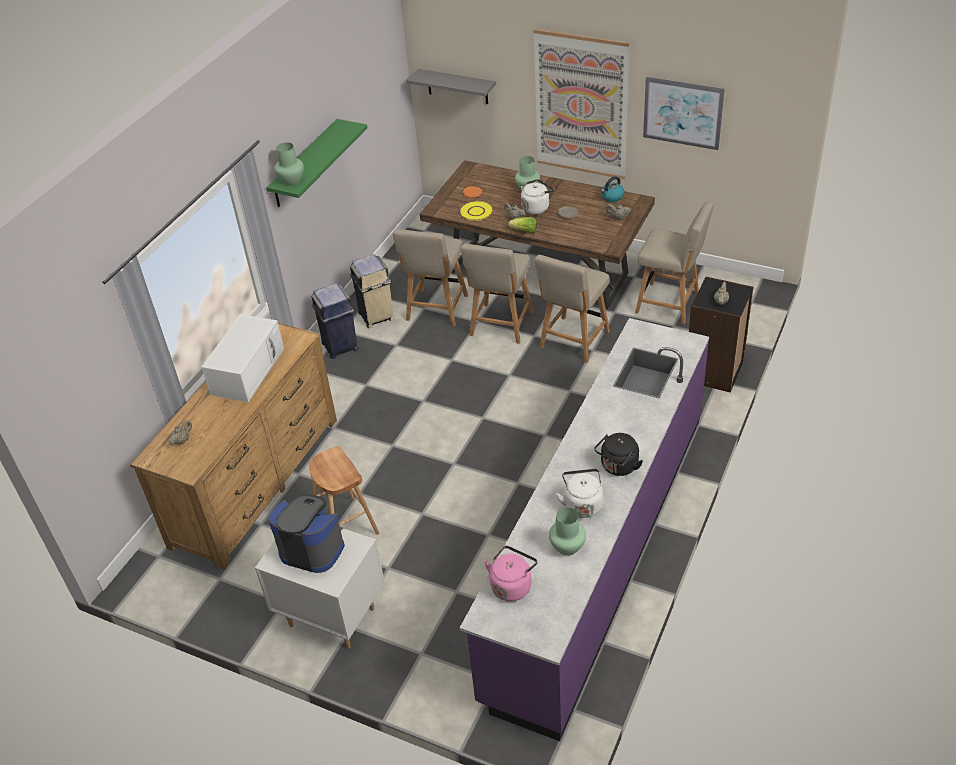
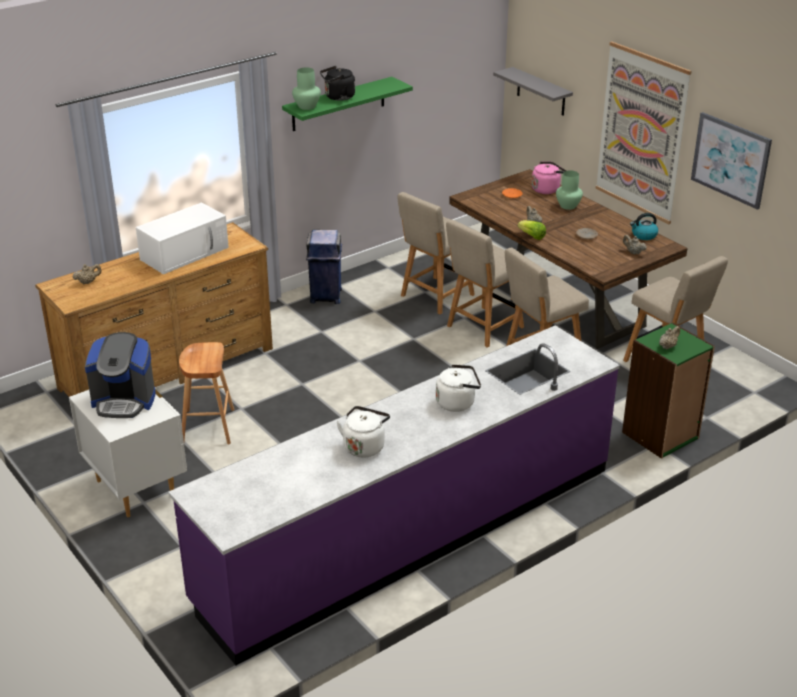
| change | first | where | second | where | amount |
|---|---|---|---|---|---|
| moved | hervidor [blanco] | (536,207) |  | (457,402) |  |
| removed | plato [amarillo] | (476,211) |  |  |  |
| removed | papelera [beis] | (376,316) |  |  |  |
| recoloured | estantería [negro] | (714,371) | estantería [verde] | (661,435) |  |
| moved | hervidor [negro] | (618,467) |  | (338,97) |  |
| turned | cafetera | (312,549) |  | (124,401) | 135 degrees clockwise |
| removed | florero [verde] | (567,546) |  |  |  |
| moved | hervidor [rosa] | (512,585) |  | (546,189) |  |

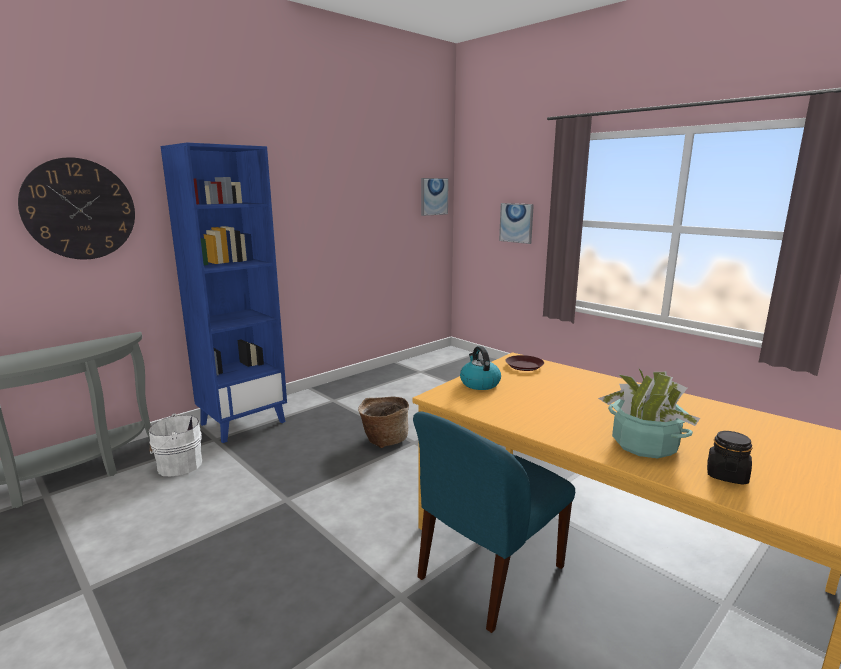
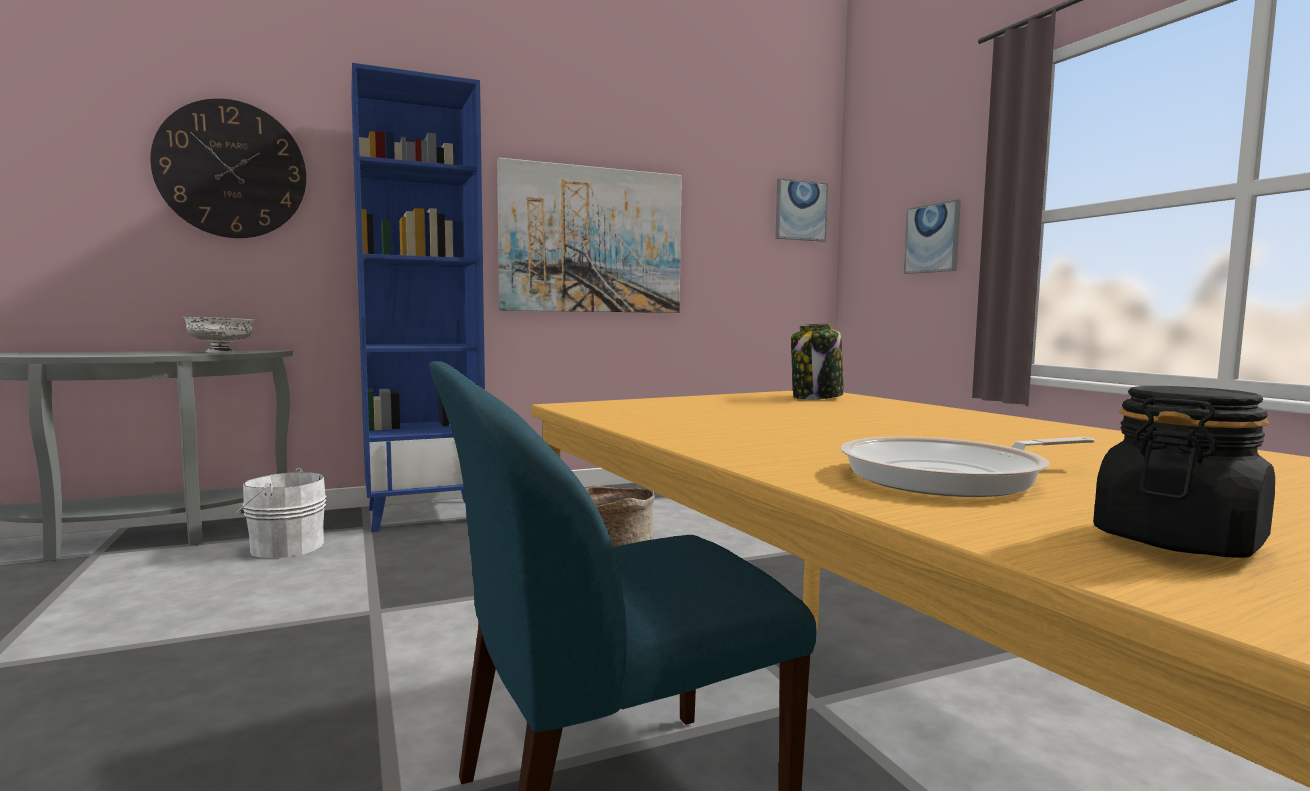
| change | first | where | second | where | amount |
|---|---|---|---|---|---|
| removed | hervidor | (479,383) |  |  |  |
| replaced | plato [marrón] | (524,366) | tarro | (817,397) |  |
| replaced | planta en maceta | (645,445) | sartén | (951,477) |  |
| added |  |  | cuadro | (592,240) |  |
| added |  |  | cuenco [blanco] | (221,352) |  |

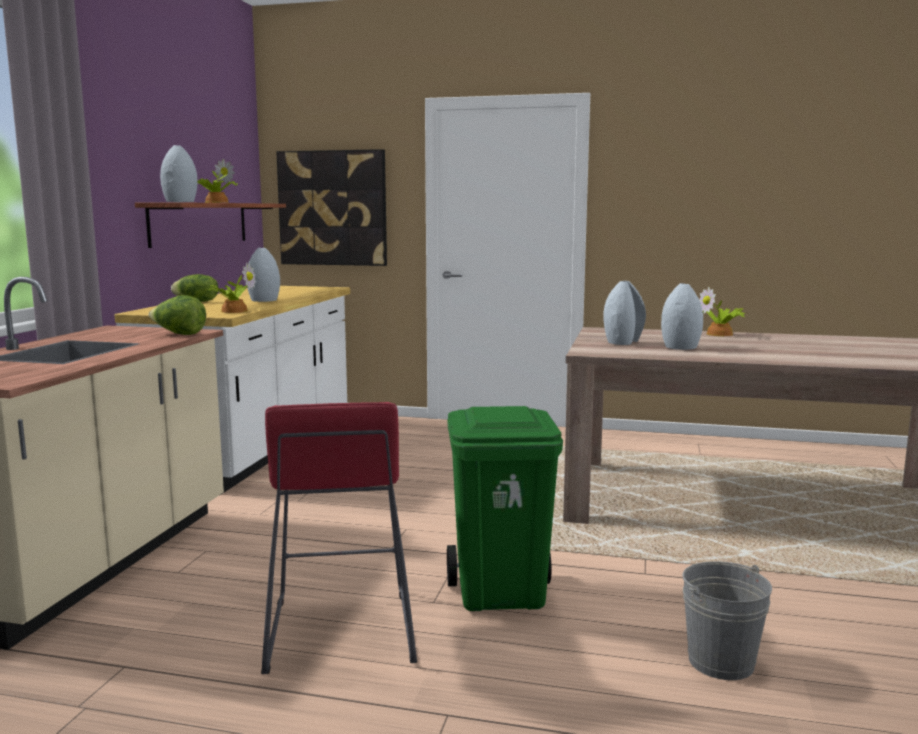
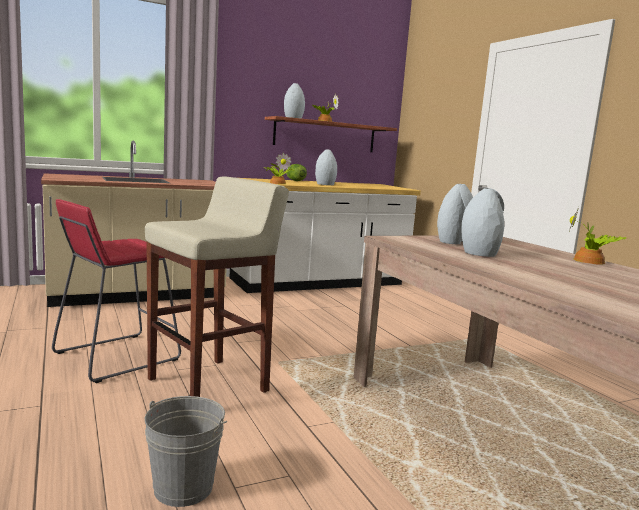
| change | first | where | second | where | amount |
|---|---|---|---|---|---|
| removed | cuadro | (333,208) |  |  |  |
| removed | lechuga | (179,334) |  |  |  |
| replaced | papelera [verde] | (501,594) | taburete [beis] | (210,385) |  |

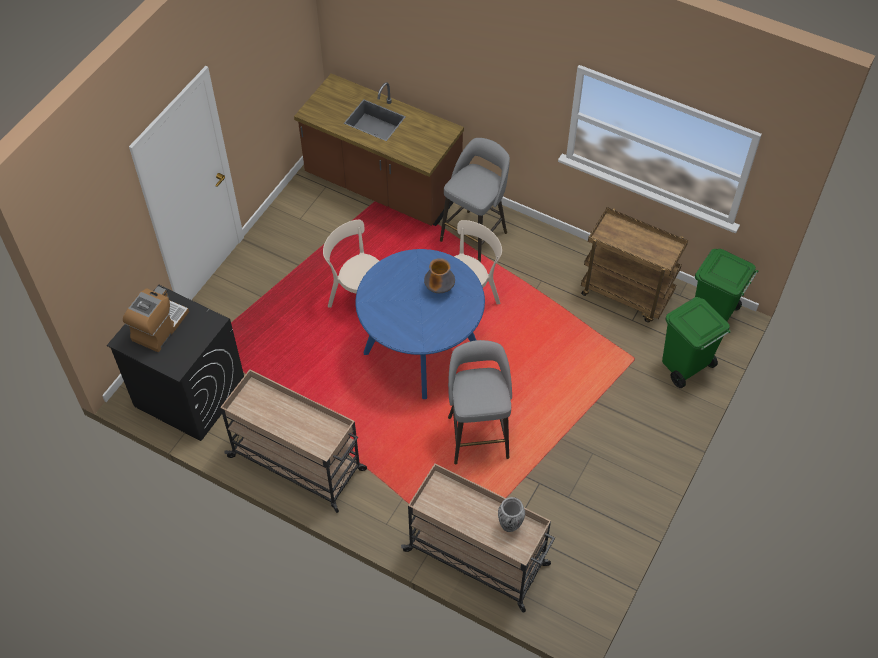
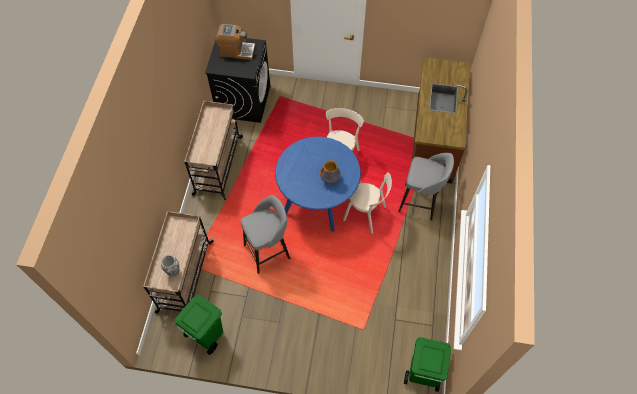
| change | first | where | second | where | amount |
|---|---|---|---|---|---|
| removed | carrito [marrón] | (627,294) |  |  |  |
| moved | papelera [verde] | (684,366) |  | (206,335) |  |

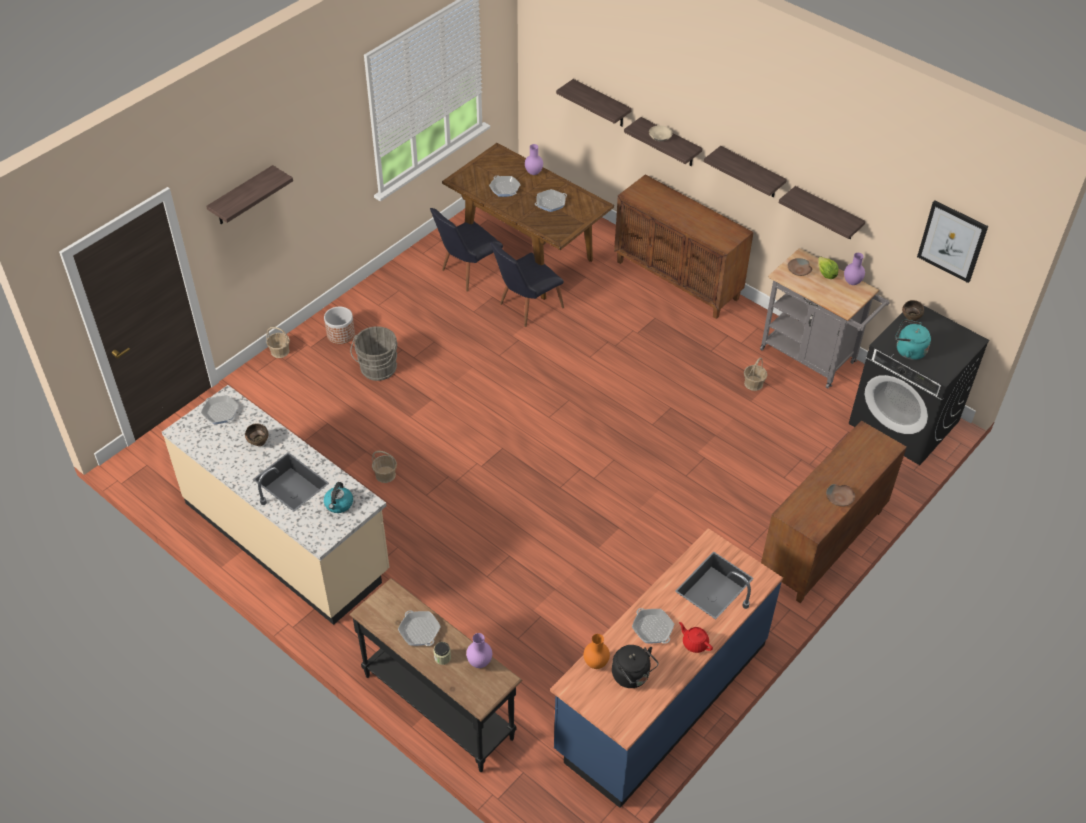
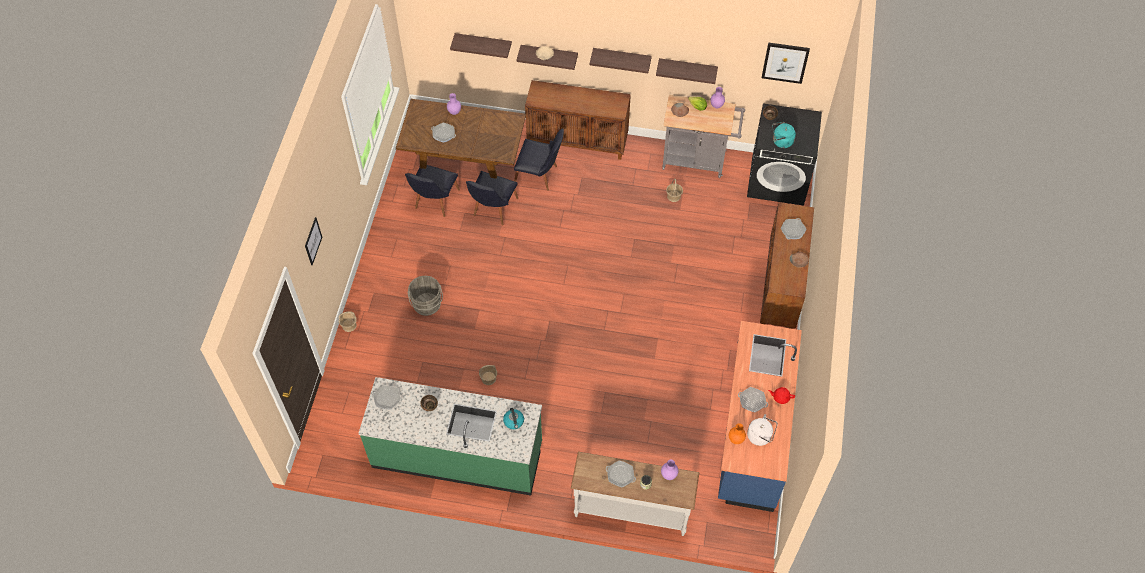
| change | first | where | second | where | amount |
|---|---|---|---|---|---|
| replaced | estante | (242,196) | cuadro | (313,241) |  |
| moved | sartén | (550,203) |  | (792,230) |  |
| removed | maceta | (340,334) |  |  |  |
| recoloured | mueble bajo de cocina [beis] | (287,537) | mueble bajo de cocina [verde] | (457,454) |  |
| recoloured | mesa consola [negro] | (439,705) | mesa consola [blanco] | (631,509) |  |
| recoloured | hervidor [negro] | (632,676) | hervidor [blanco] | (760,436) |  |
| added |  |  | silla [negro] | (540,176) |  |

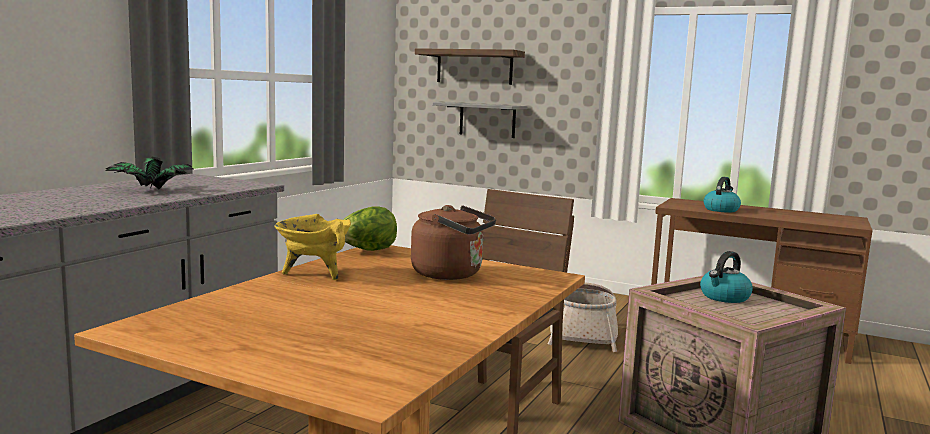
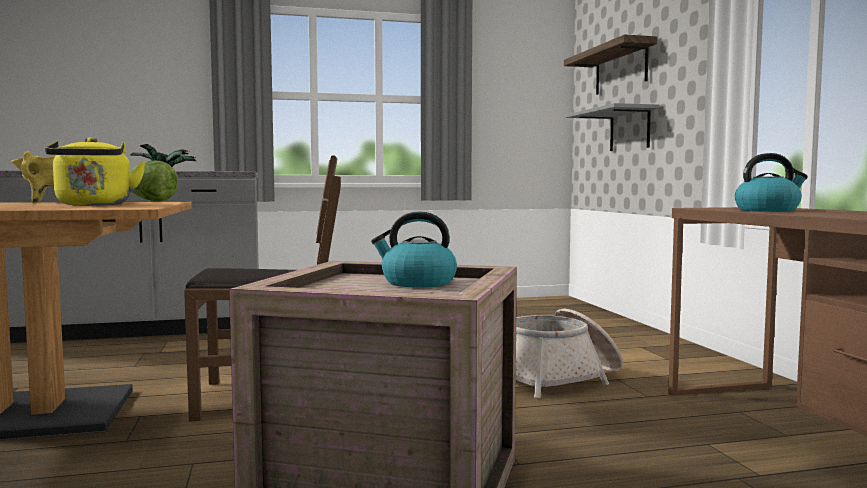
| change | first | where | second | where | amount |
|---|---|---|---|---|---|
| recoloured | hervidor [marrón] | (451,274) | hervidor [amarillo] | (94,205) |  |

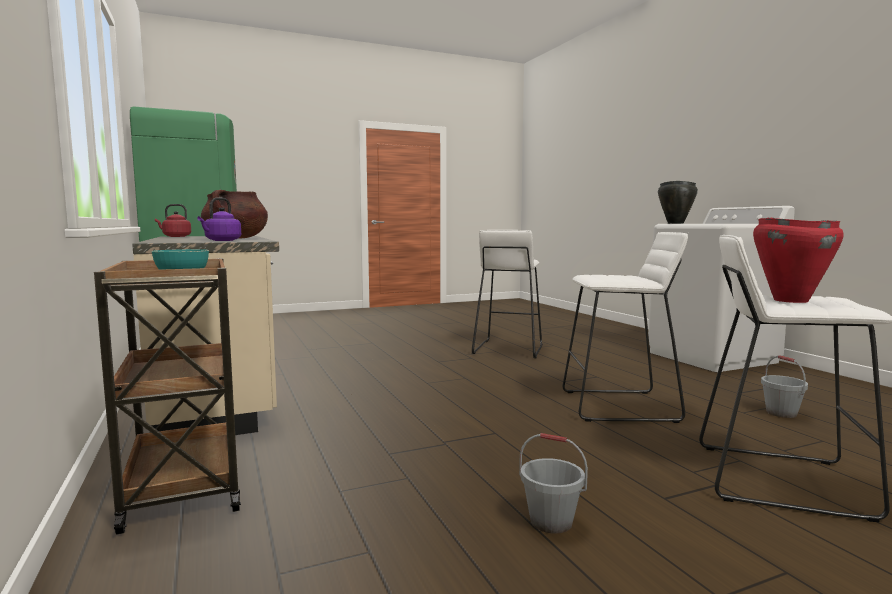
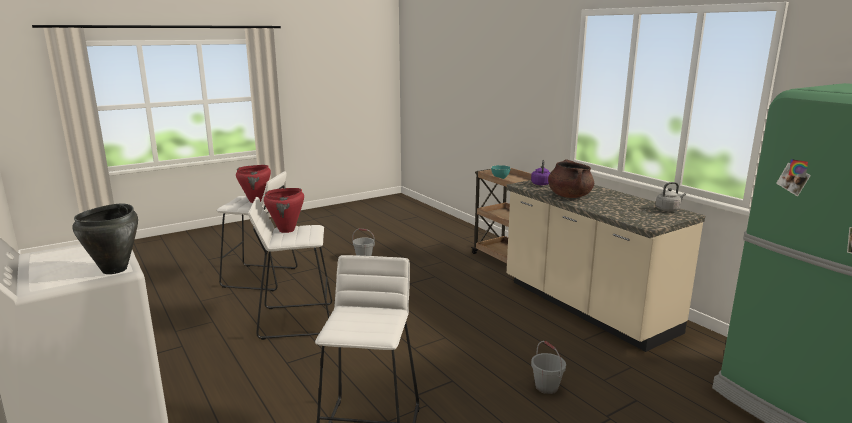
| change | first | where | second | where | amount |
|---|---|---|---|---|---|
| recoloured | hervidor [rojo] | (175,236) | hervidor [gris] | (668,209) |  |
| moved | cubo [gris] | (781,413) |  | (547,387) |  |
| added |  |  | olla [rojo] | (287,230) |  |

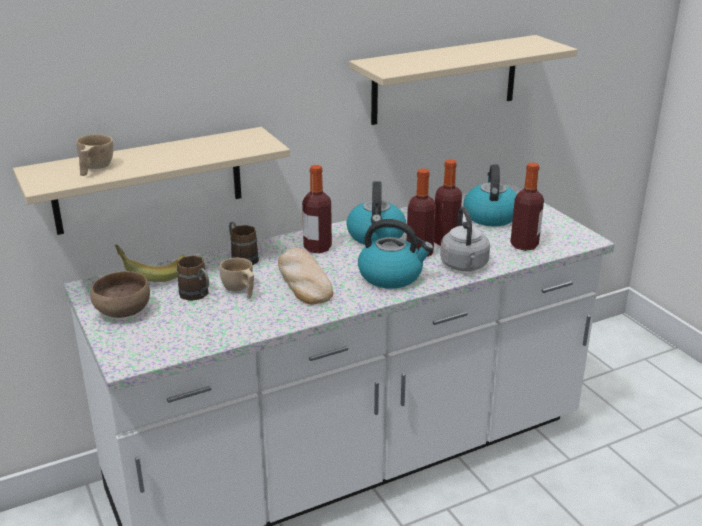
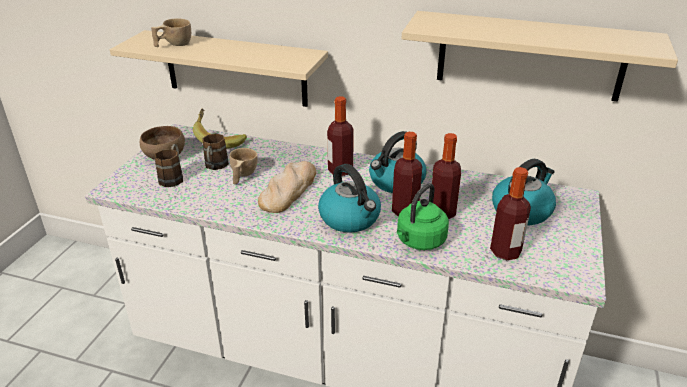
| change | first | where | second | where | amount |
|---|---|---|---|---|---|
| recoloured | hervidor [gris] | (464,266) | hervidor [verde] | (419,241) |  |
| moved | taza grande [marrón] | (241,257) |  | (173,177) |  |

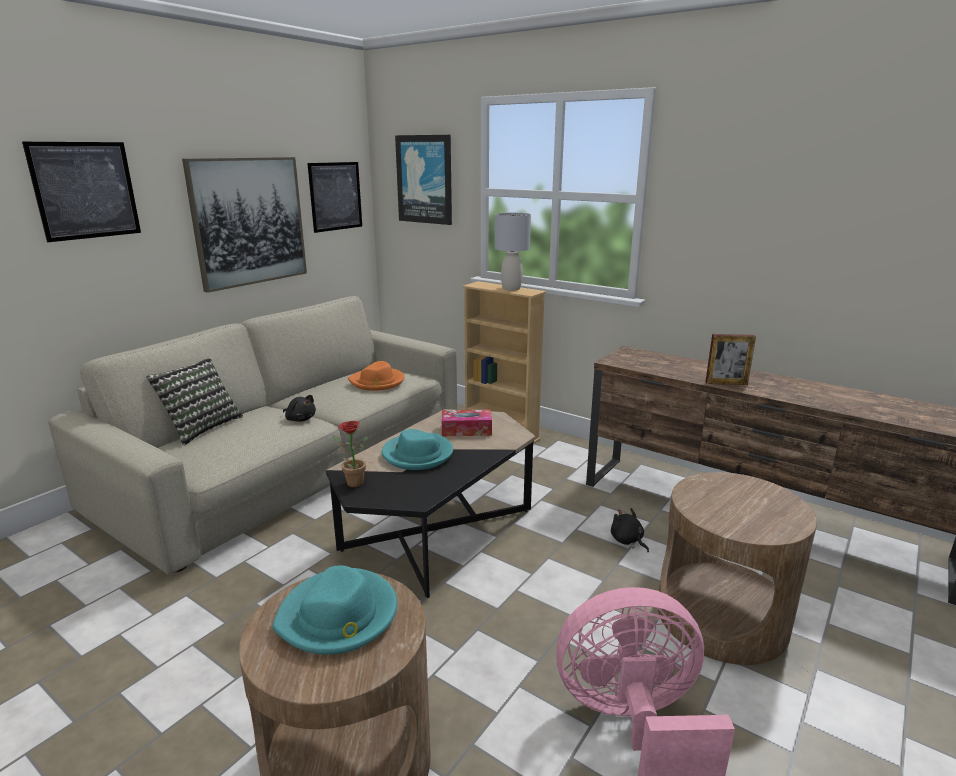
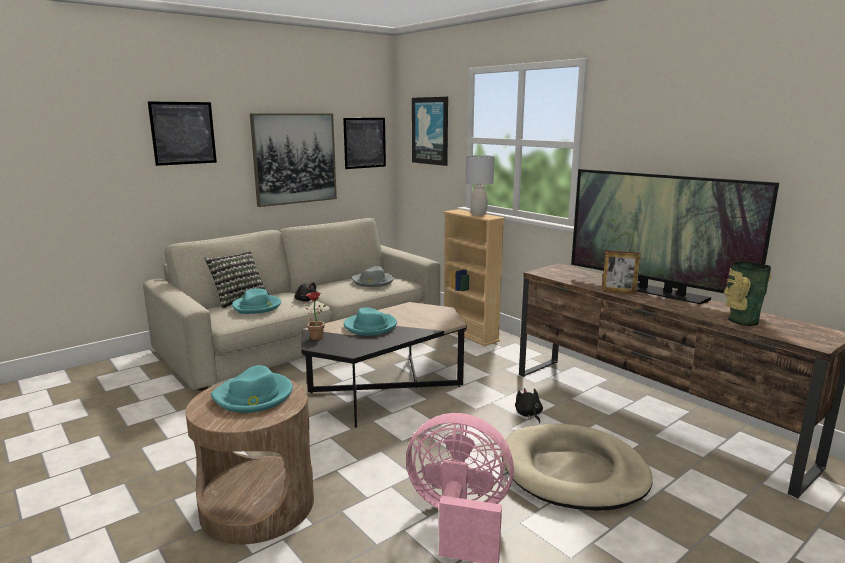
| change | first | where | second | where | amount |
|---|---|---|---|---|---|
| recoloured | sombrero [naranja] | (377,382) | sombrero [gris] | (372,281) |  |
| removed | caja de pañuelos | (466,430) |  |  |  |
| replaced | mesa auxiliar [marrón] | (722,616) | cama para perro [beis] | (573,472) |  |
| added |  |  | televisor | (655,292) |  |
| added |  |  | florero | (741,320) |  |
| added |  |  | sombrero [turquesa] | (257,306) |  |

